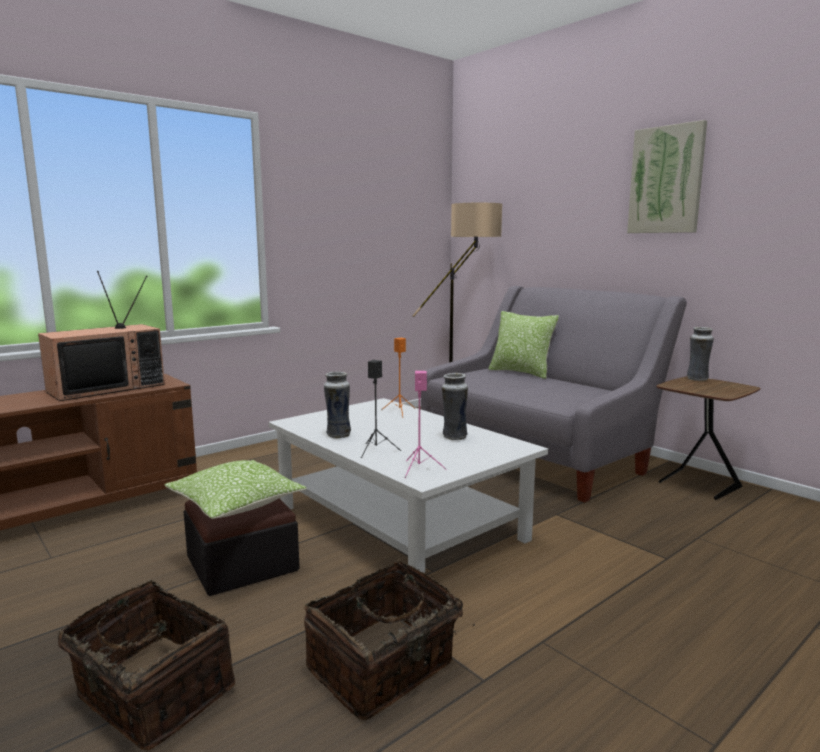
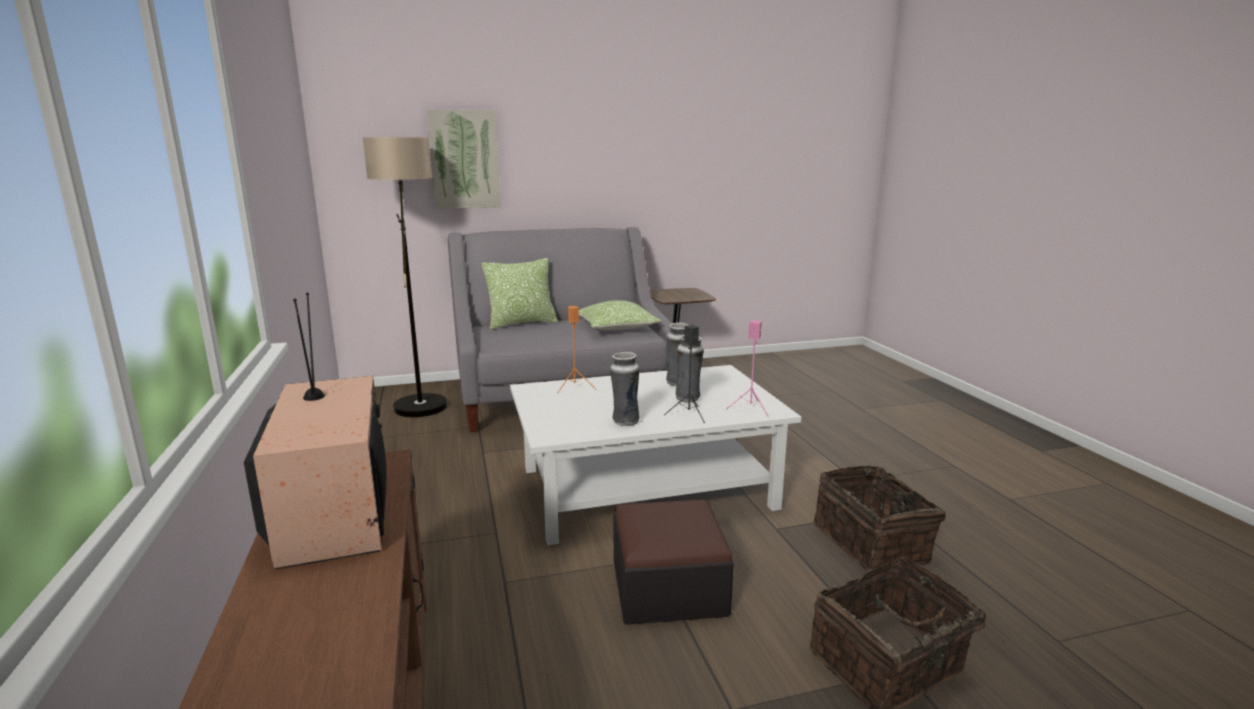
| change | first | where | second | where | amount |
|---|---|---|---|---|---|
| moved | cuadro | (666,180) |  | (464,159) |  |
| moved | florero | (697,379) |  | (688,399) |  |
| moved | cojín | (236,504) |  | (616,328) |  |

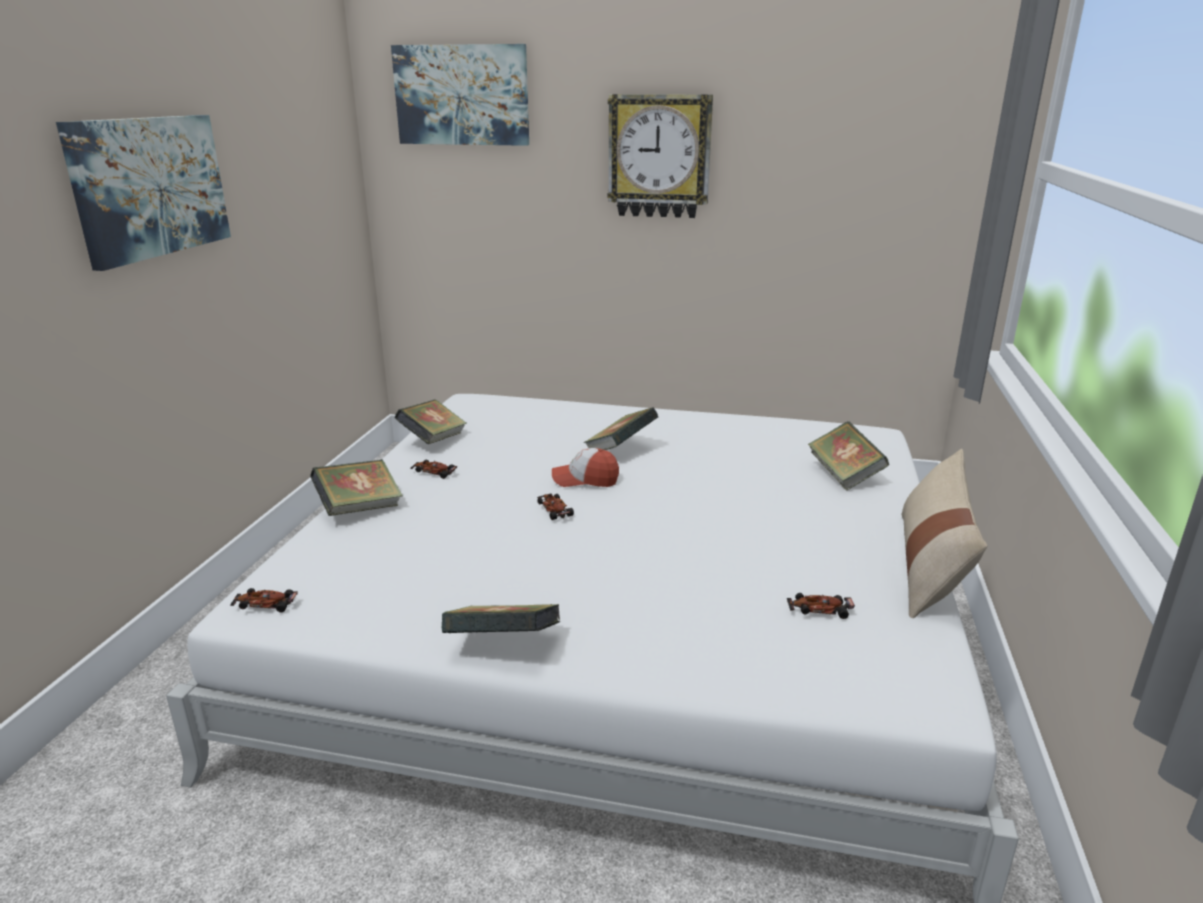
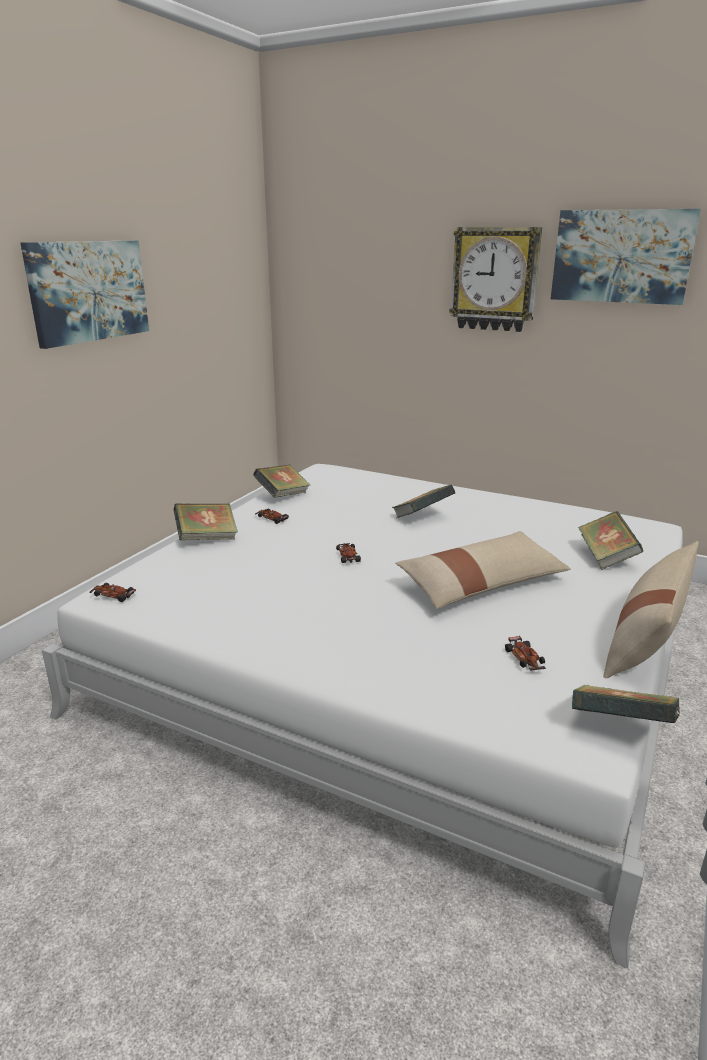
| change | first | where | second | where | amount |
|---|---|---|---|---|---|
| moved | cuadro | (462,95) |  | (621,256) |  |
| removed | gorra | (585,479) |  |  |  |
| turned | coche de juguete | (819,610) |  | (524,659) | 120 degrees counterclockwise |
| moved | libro | (503,645) |  | (620,728) |  |
| added |  |  | cojín [beis] | (481,584) |  |

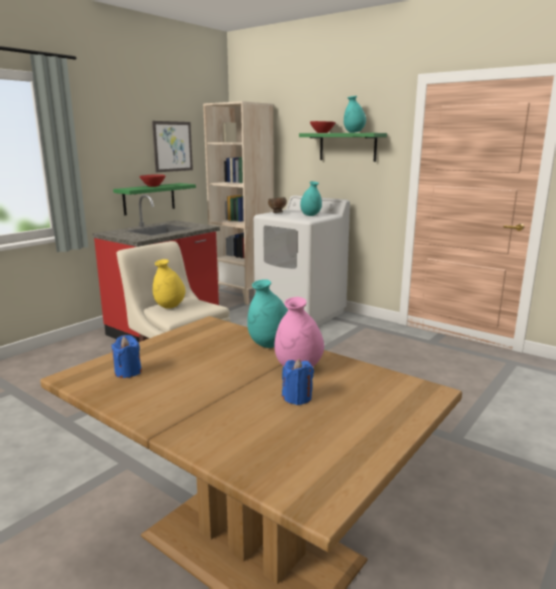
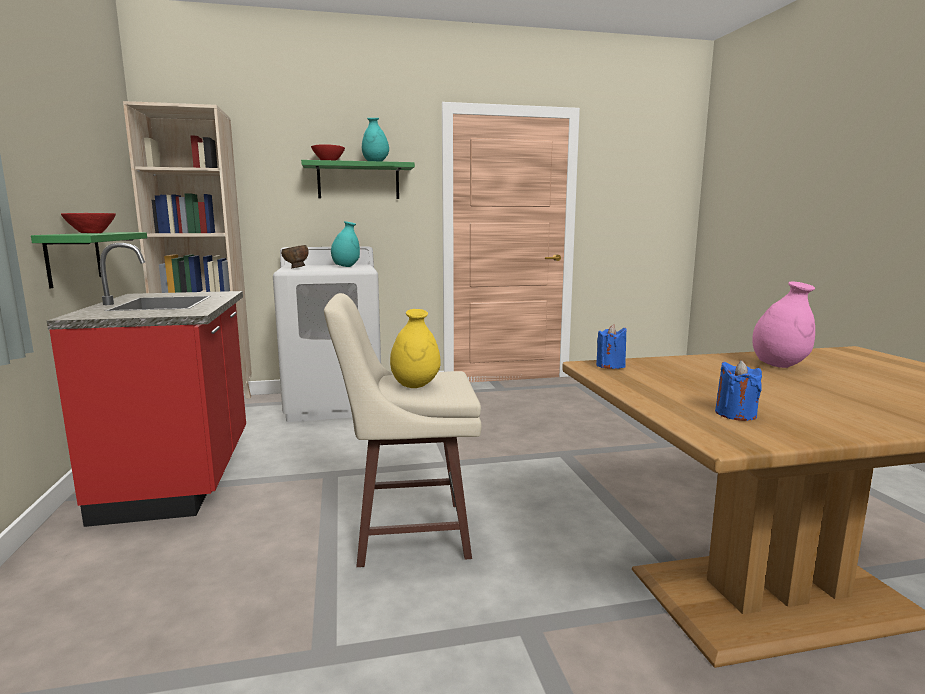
| change | first | where | second | where | amount |
|---|---|---|---|---|---|
| removed | cuadro | (172,146) |  |  |  |
| removed | florero [turquesa] | (269,345) |  |  |  |
| moved | vela [azul] | (297,398) |  | (610,366) |  |

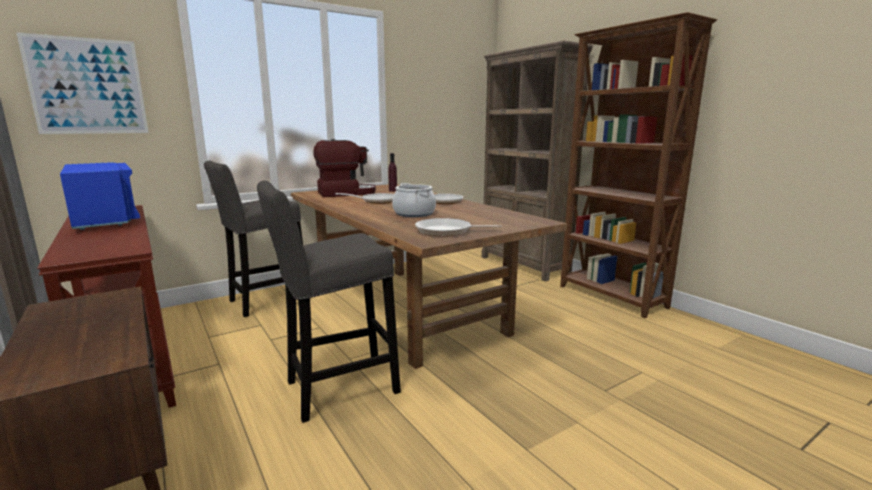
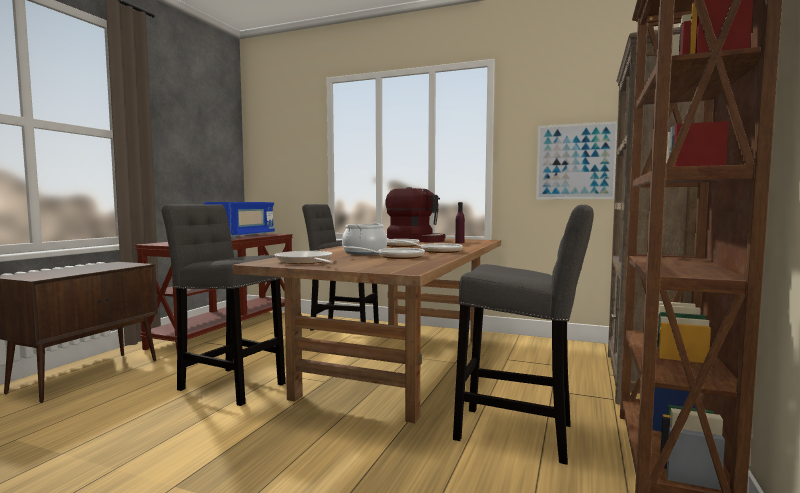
| change | first | where | second | where | amount |
|---|---|---|---|---|---|
| moved | cuadro | (87,86) |  | (575,161) |  |
| added |  |  | taburete [gris] | (521,434) |  |
| added |  |  | sartén | (396,257) |  |

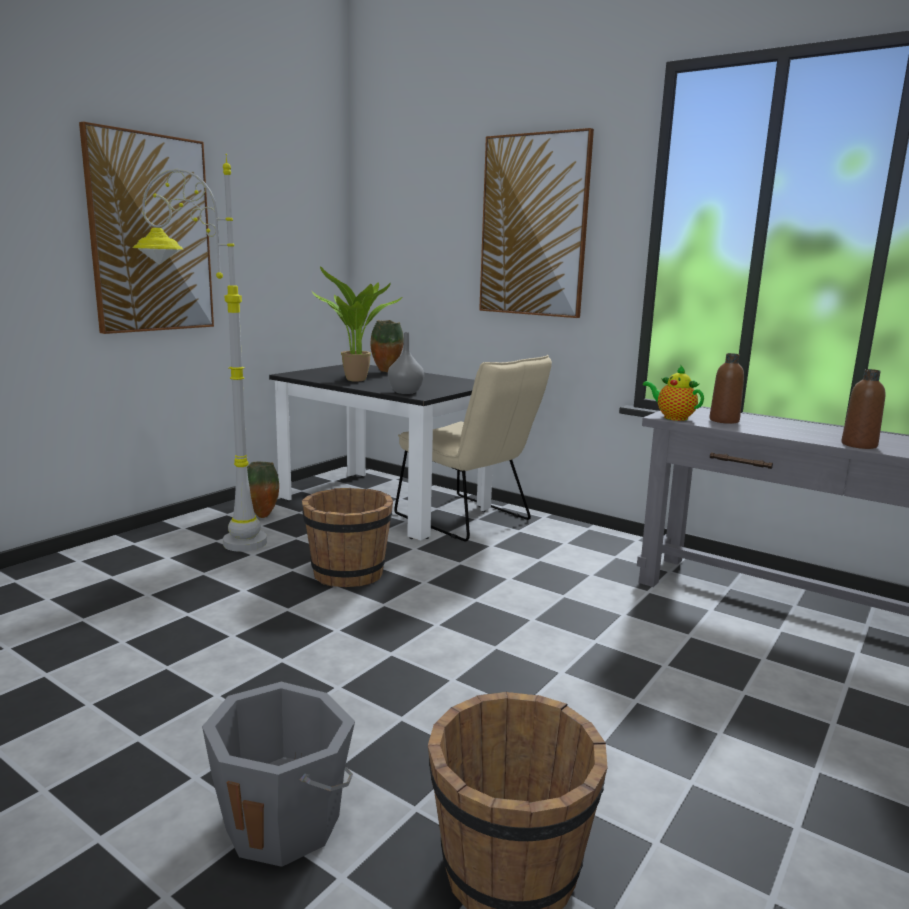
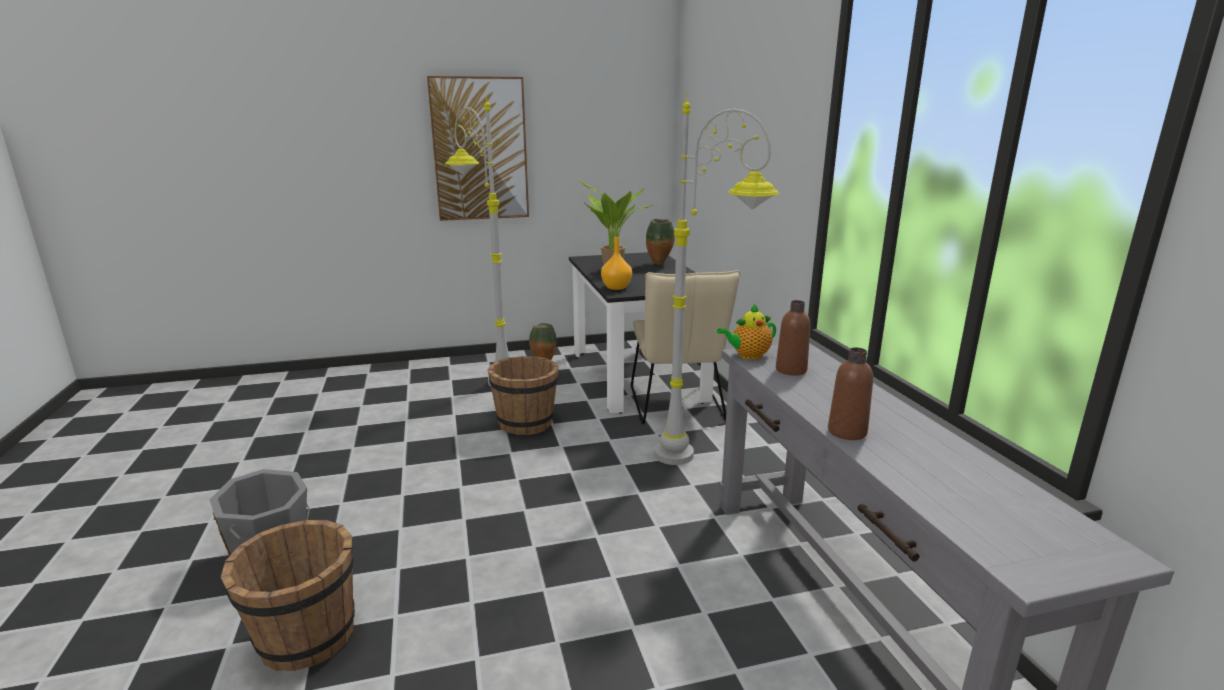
| change | first | where | second | where | amount |
|---|---|---|---|---|---|
| removed | cuadro | (534,226) |  |  |  |
| recoloured | florero [gris] | (405,392) | florero [naranja] | (616,287) |  |
| turned | tetera | (672,417) |  | (748,356) | 105 degrees counterclockwise |
| added |  |  | lámpara de pie [gris] | (703,465) |  |

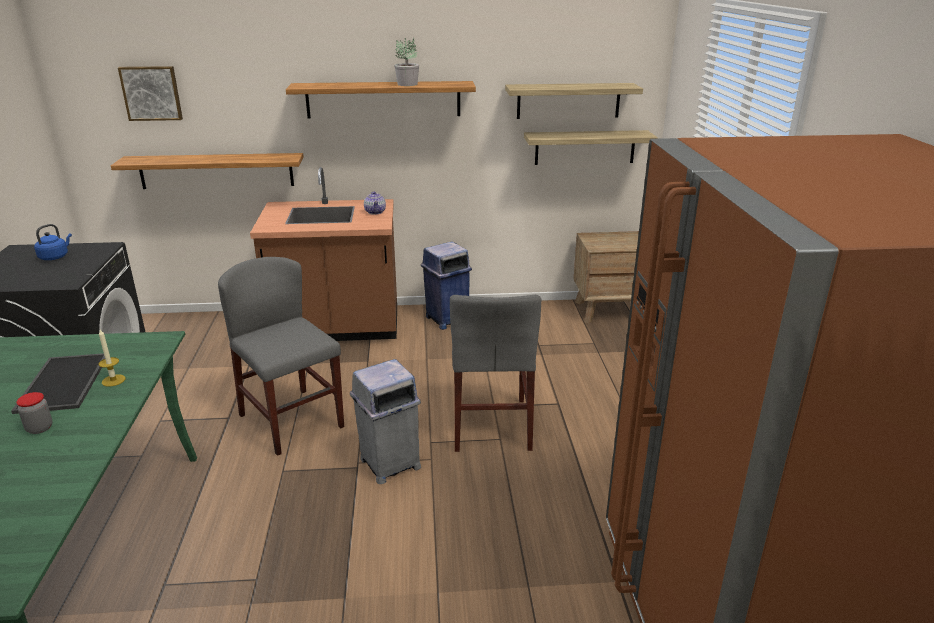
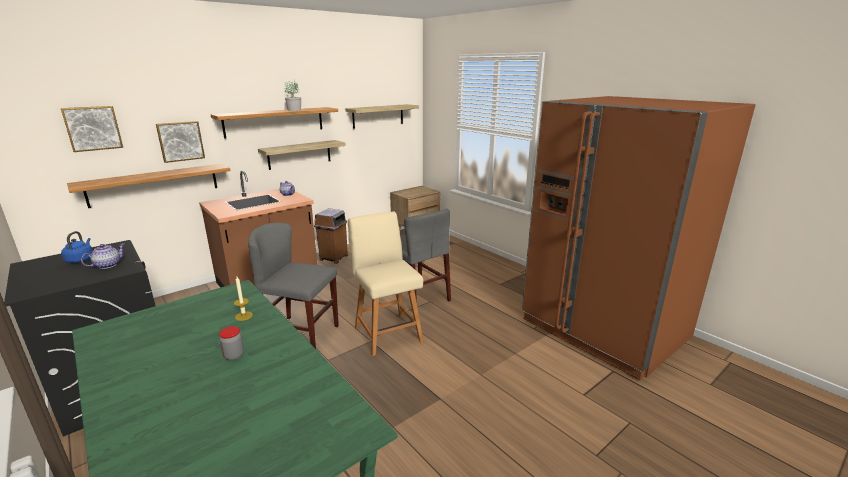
| change | first | where | second | where | amount |
|---|---|---|---|---|---|
| moved | estante | (585,147) |  | (299,154) |  |
| recoloured | papelera [azul] | (446,319) | papelera [marrón] | (333,258) |  |
| removed | bandeja | (65,383) |  |  |  |
| replaced | papelera [gris] | (389,464) | silla [beis] | (387,333) |  |
| added |  |  | cuadro | (180,141) |  |
| added |  |  | tetera | (107,265) |  |

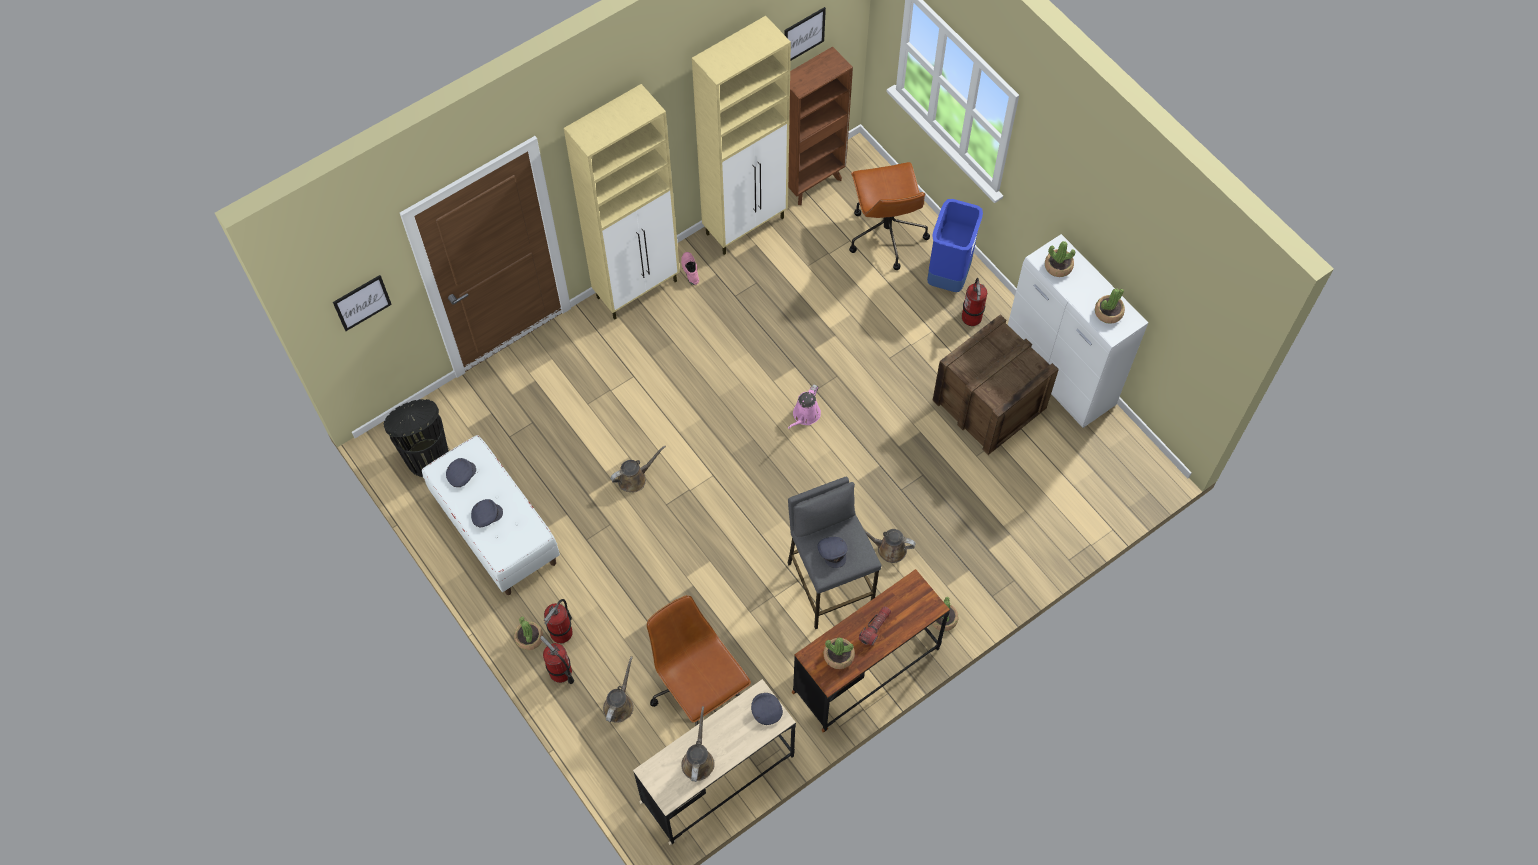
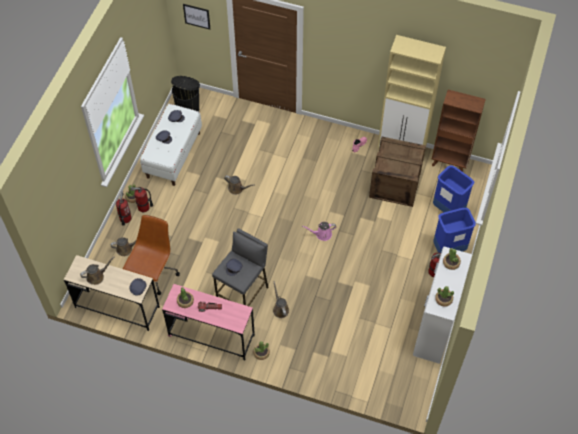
| change | first | where | second | where | amount |
|---|---|---|---|---|---|
| removed | cuadro | (804,35) |  |  |  |
| removed | armario [beis] | (638,289) |  |  |  |
| replaced | silla de oficina [marrón] | (885,234) | papelera [azul] | (448,209) |  |
| moved | caja de embalaje | (989,404) |  | (395,184) |  |
| recoloured | escritorio [marrón] | (866,670) | escritorio [rosa] | (211,336) |  |

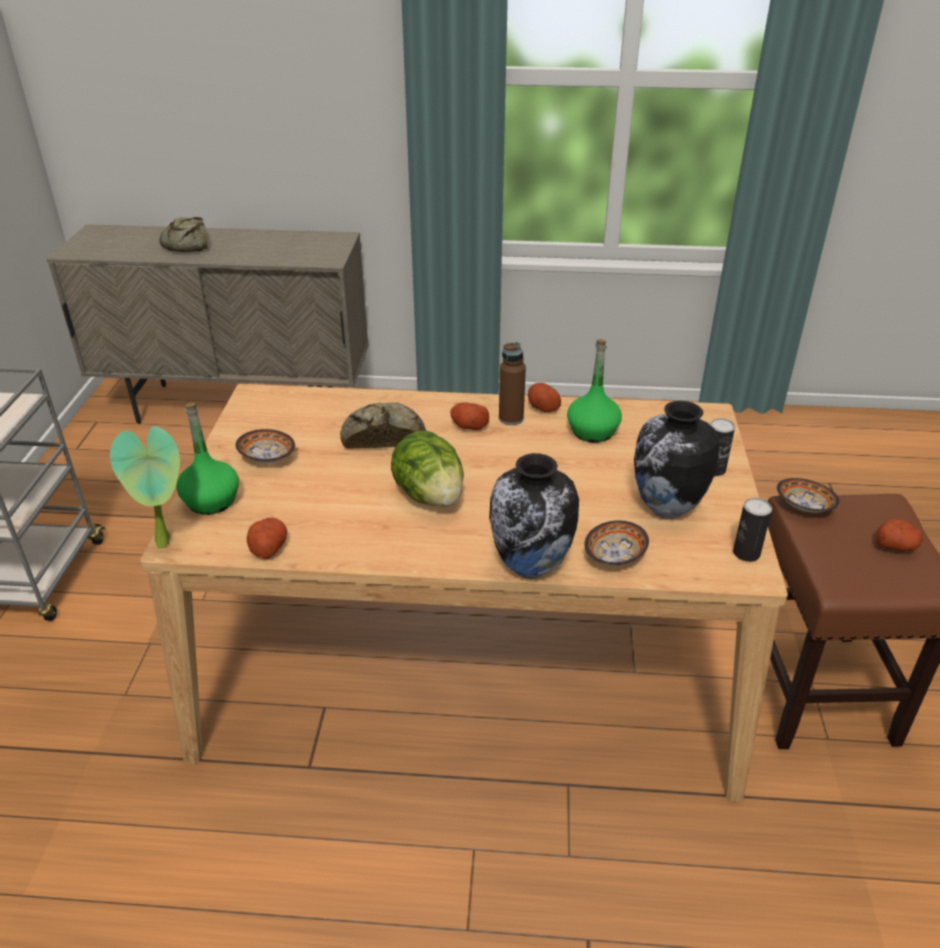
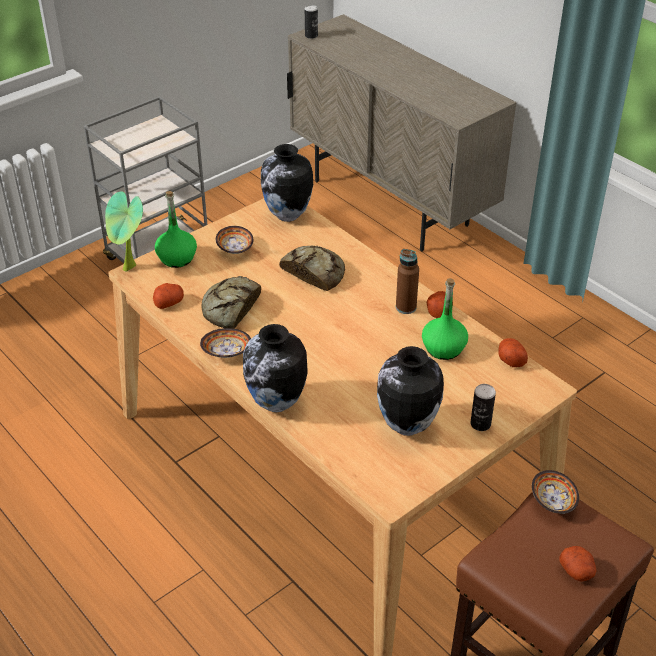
| change | first | where | second | where | amount |
|---|---|---|---|---|---|
| moved | pan | (187,244) |  | (230,308) |  |
| moved | patata | (468,426) |  | (510,359) |  |
| removed | lechuga | (430,496) |  |  |  |
| moved | lata | (746,553) |  | (311,36) |  |
| moved | cuenco | (613,557) |  | (225,352) |  |
| added |  |  | florero | (287,216) |  |

